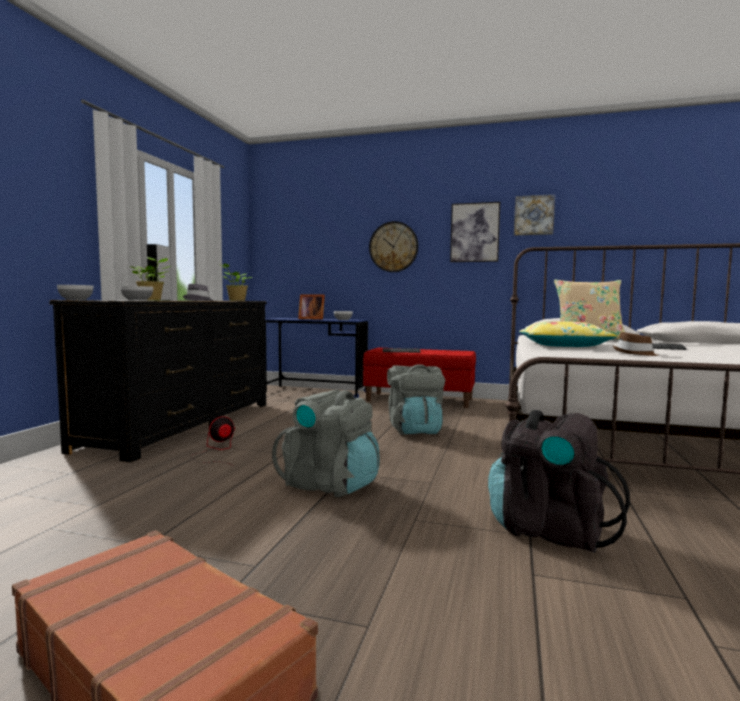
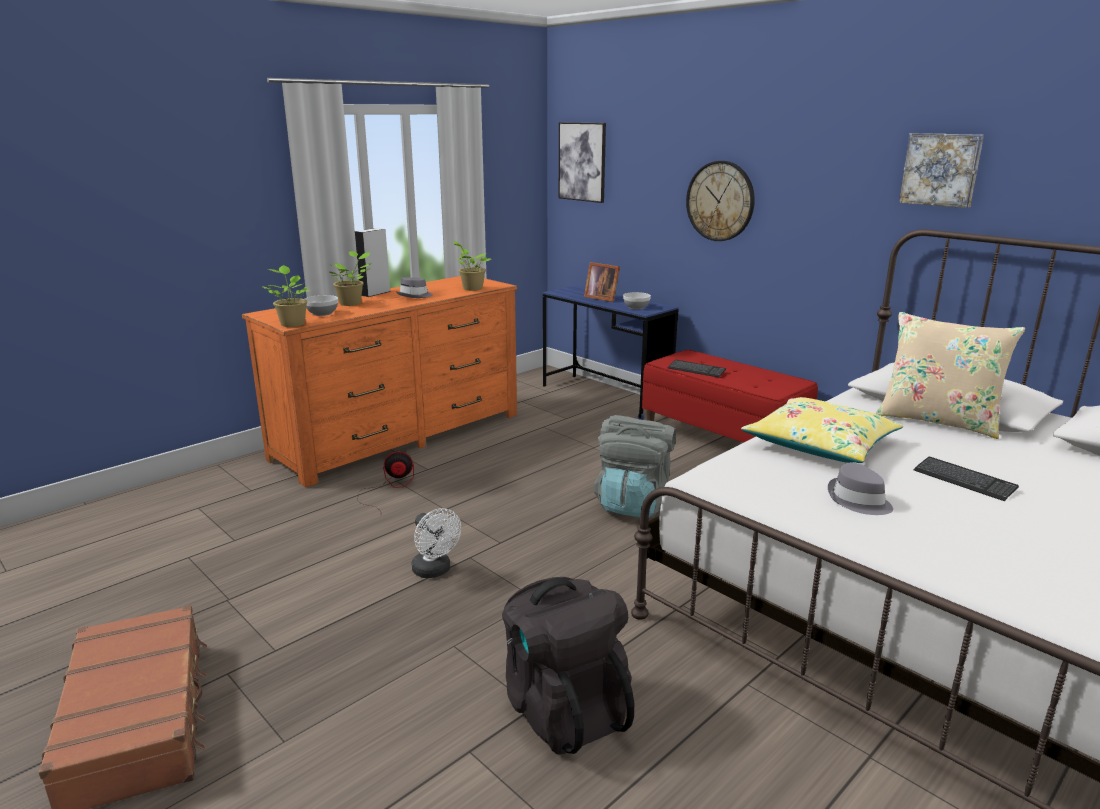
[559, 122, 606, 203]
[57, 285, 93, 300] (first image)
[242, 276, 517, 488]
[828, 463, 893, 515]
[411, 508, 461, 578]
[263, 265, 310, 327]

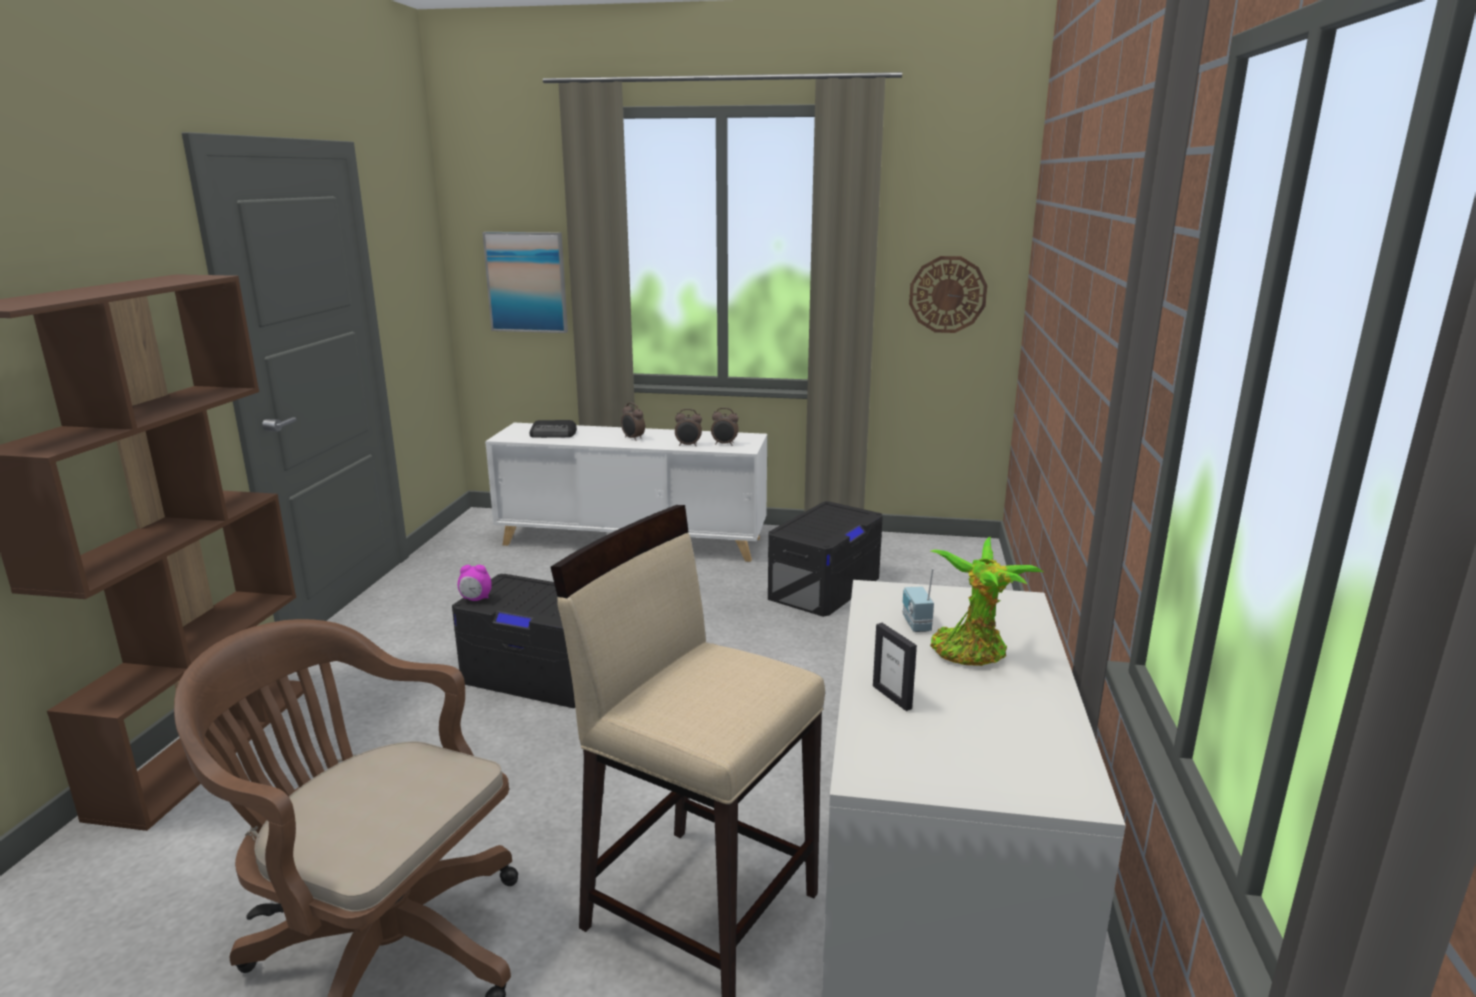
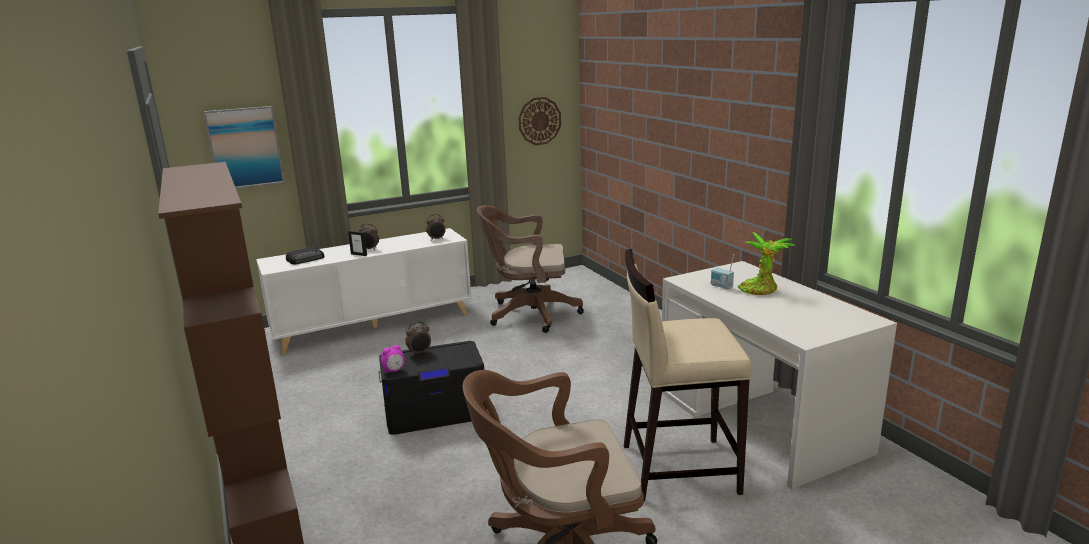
[405, 321, 431, 356]
[477, 205, 584, 333]
[348, 231, 367, 256]

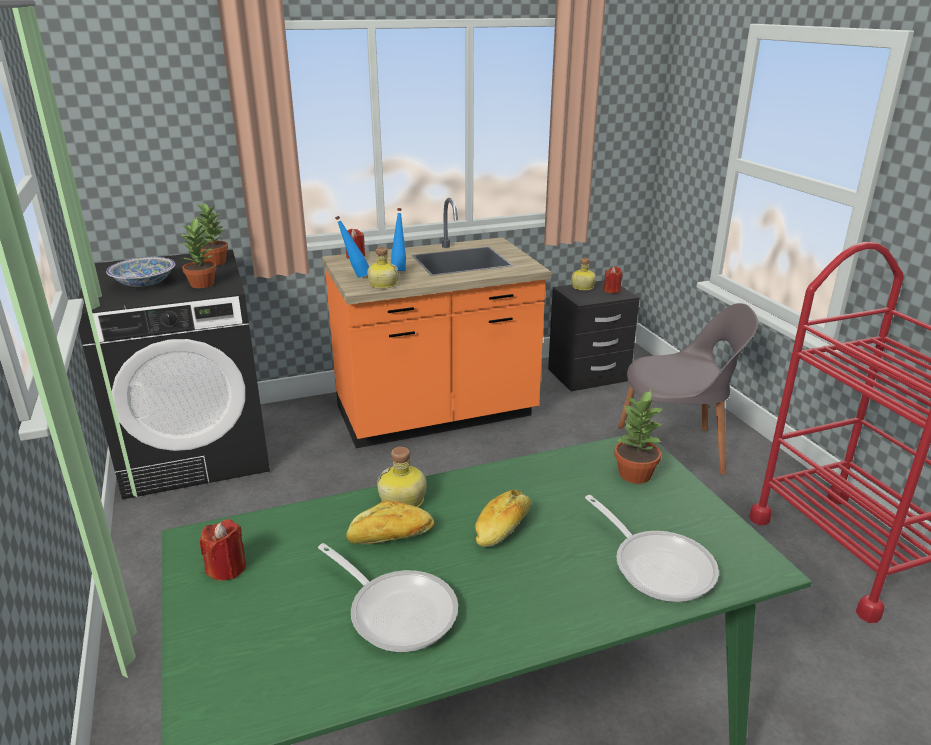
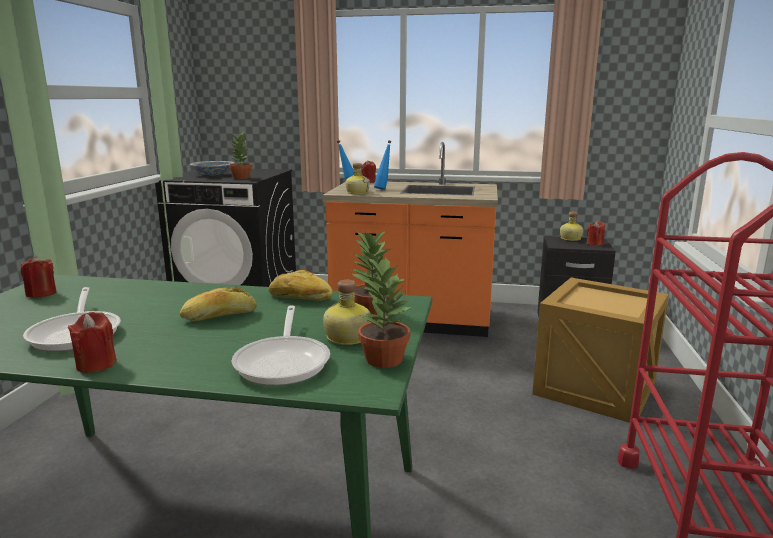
[358, 257, 411, 368]
[532, 278, 669, 423]
[323, 280, 371, 345]
[269, 270, 333, 301]
[68, 312, 117, 373]

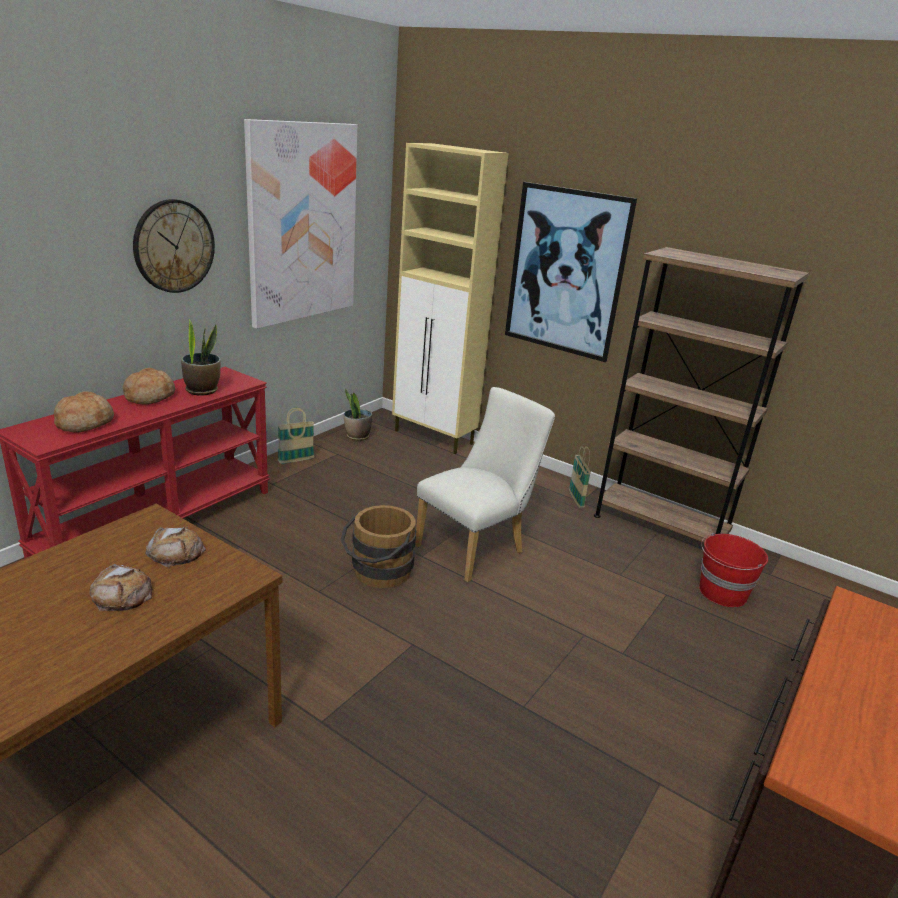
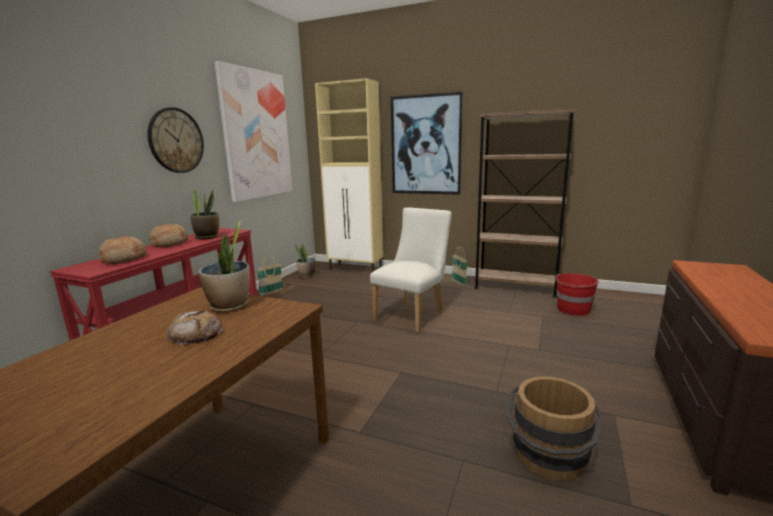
[506, 376, 604, 481]
[199, 220, 250, 313]

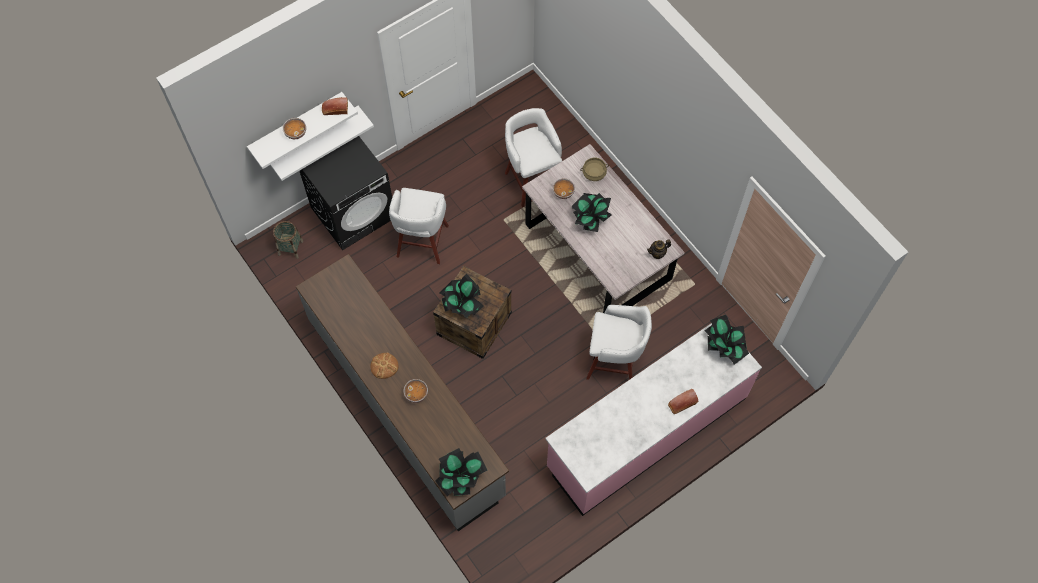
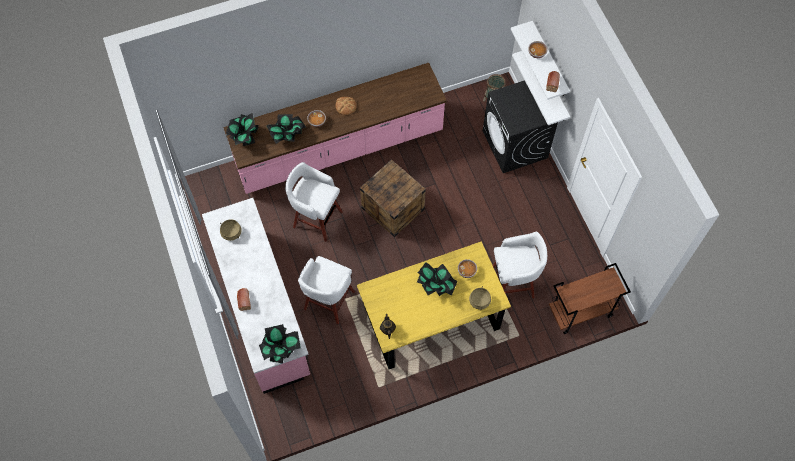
[357, 241, 511, 369]
[285, 162, 343, 242]
[223, 63, 447, 194]
[267, 114, 306, 144]
[220, 219, 242, 241]
[549, 263, 631, 334]

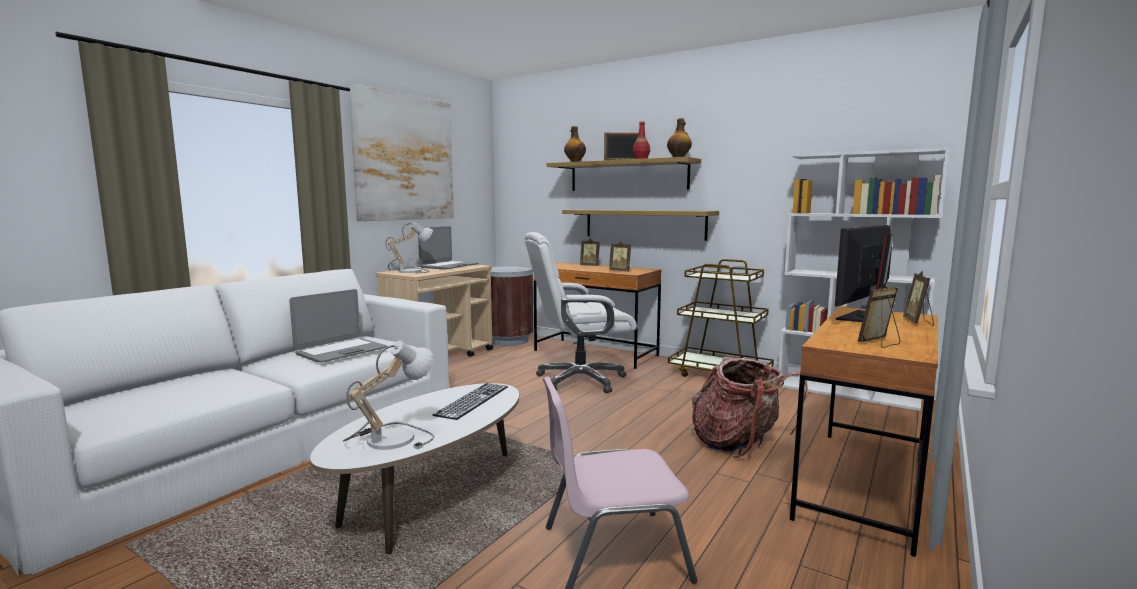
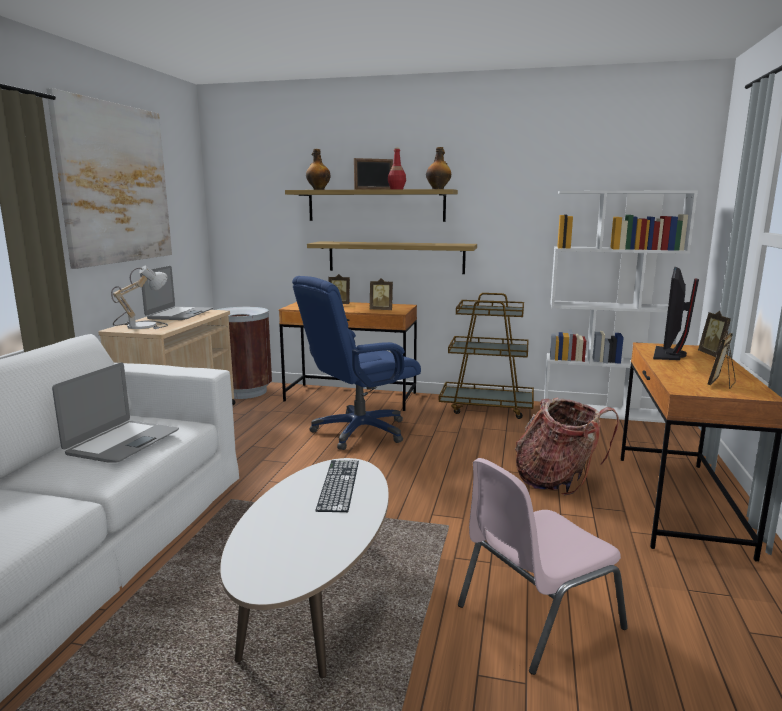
[292, 276, 421, 450]
[343, 340, 434, 450] (first image)

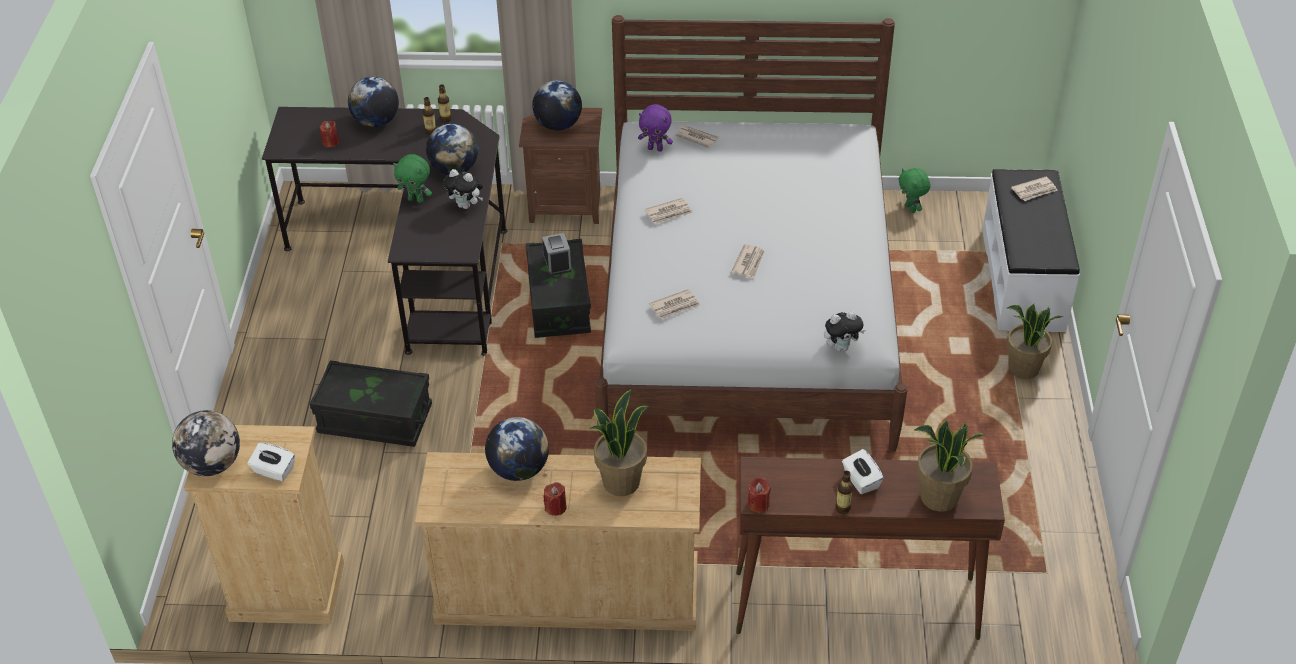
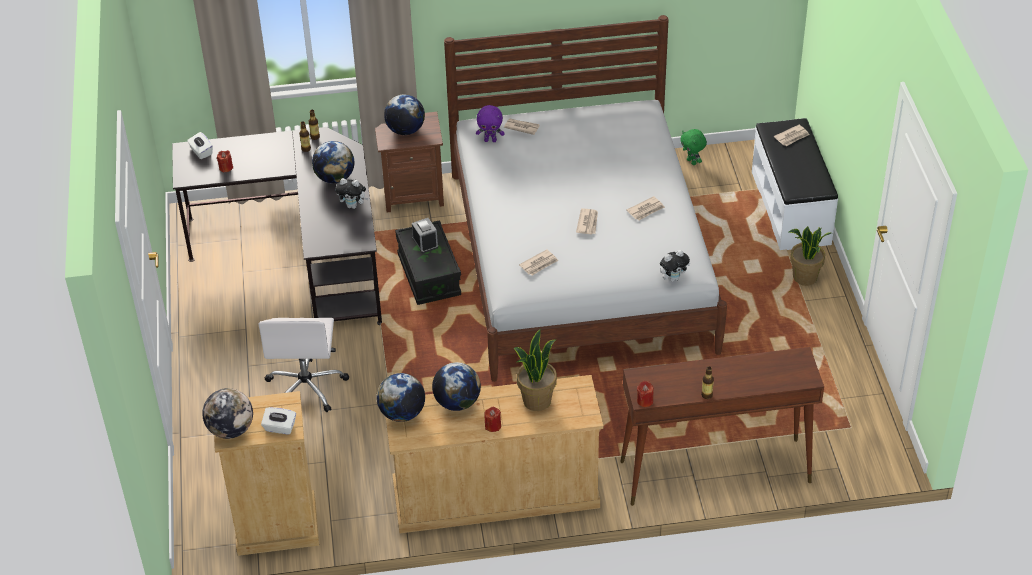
[376, 373, 425, 422]
[393, 154, 432, 203] (first image)
[626, 196, 665, 221]
[258, 318, 349, 412]
[914, 420, 985, 512] (first image)
[187, 132, 213, 159]

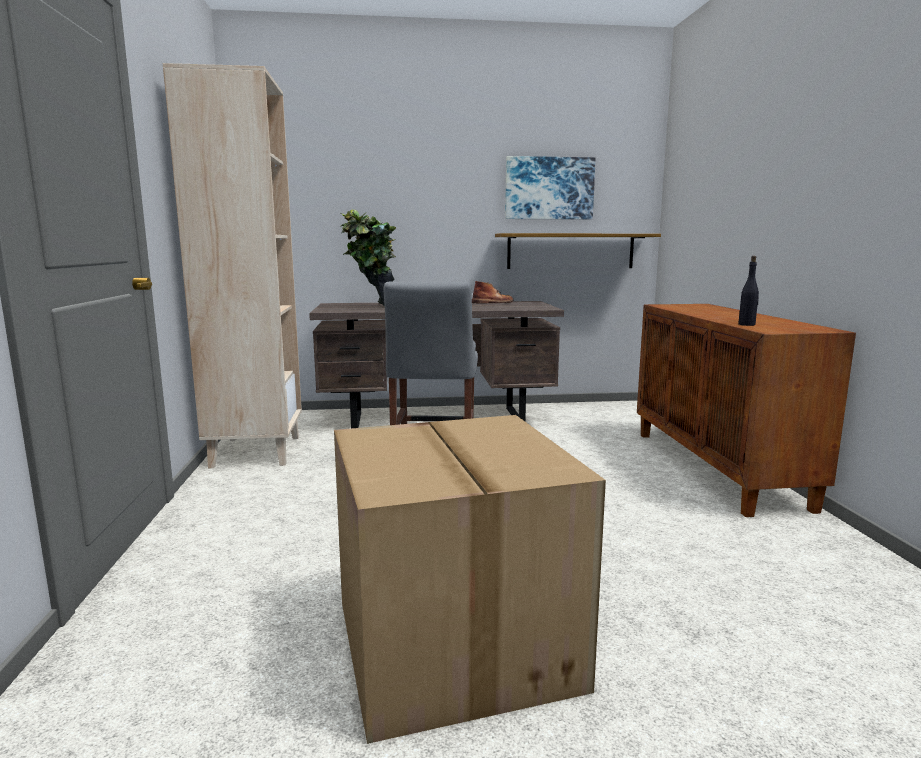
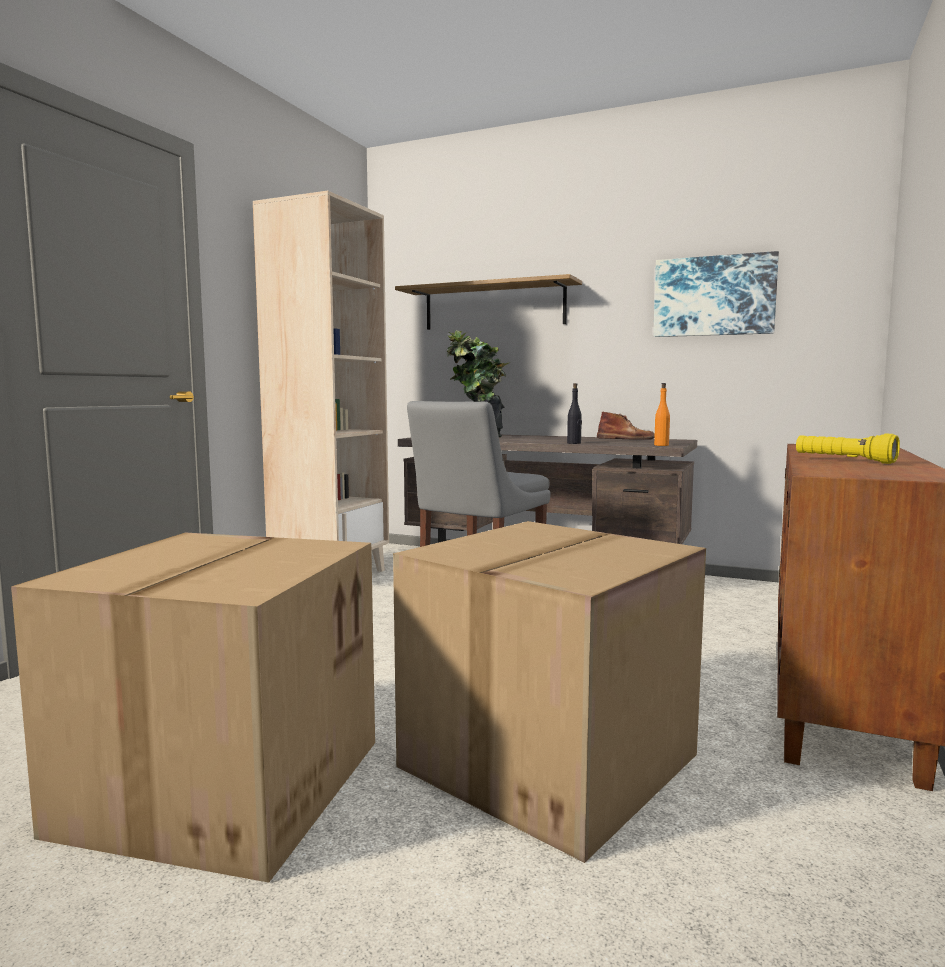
[395, 274, 582, 330]
[567, 383, 582, 444]
[654, 383, 670, 446]
[796, 434, 900, 464]
[393, 521, 706, 863]

